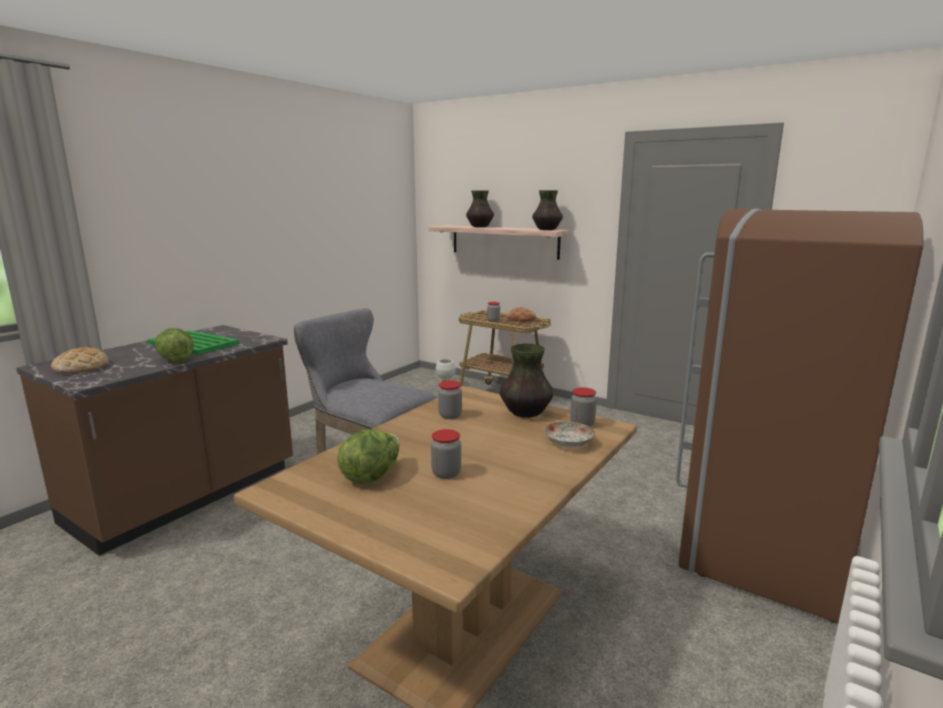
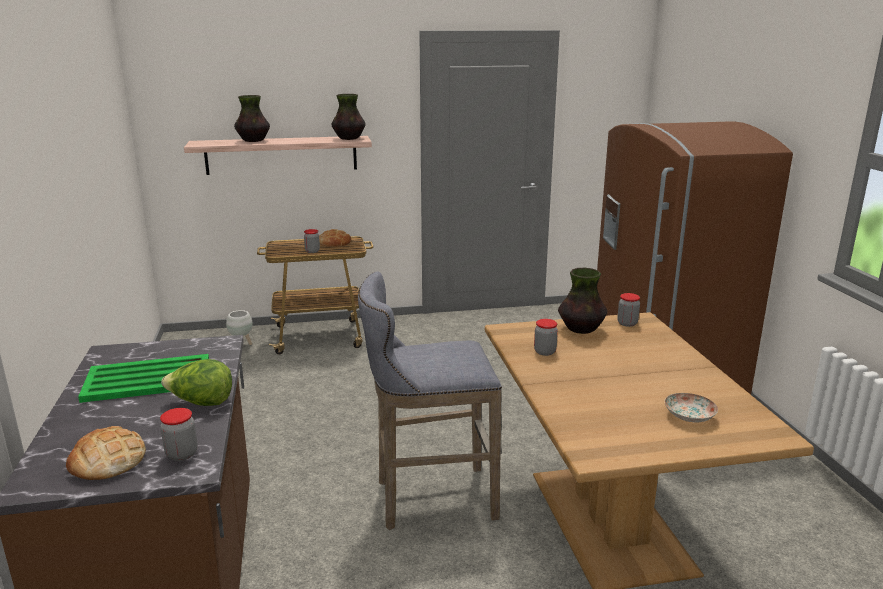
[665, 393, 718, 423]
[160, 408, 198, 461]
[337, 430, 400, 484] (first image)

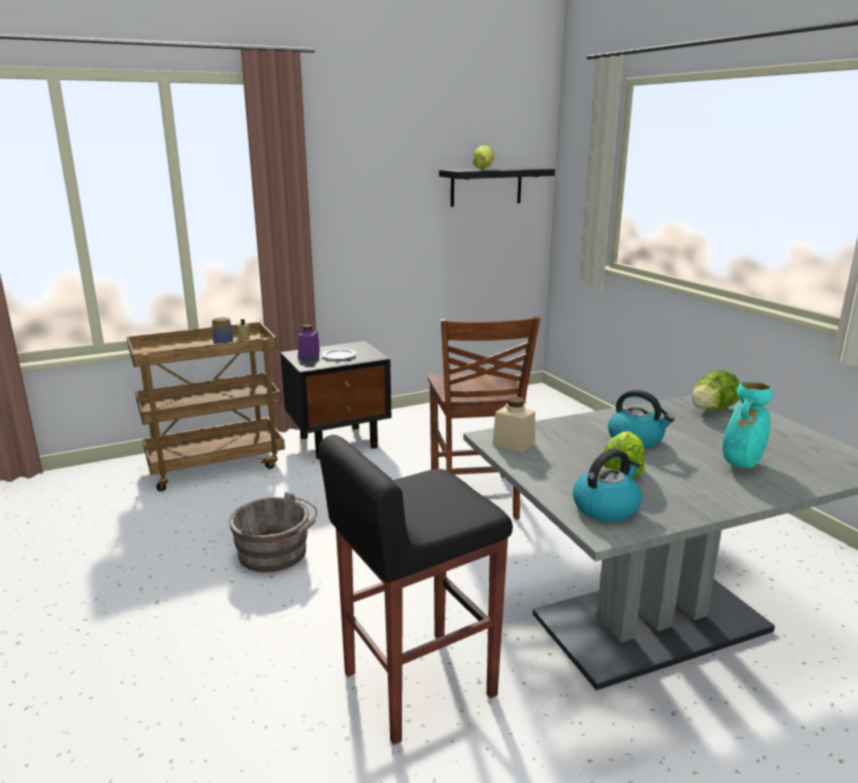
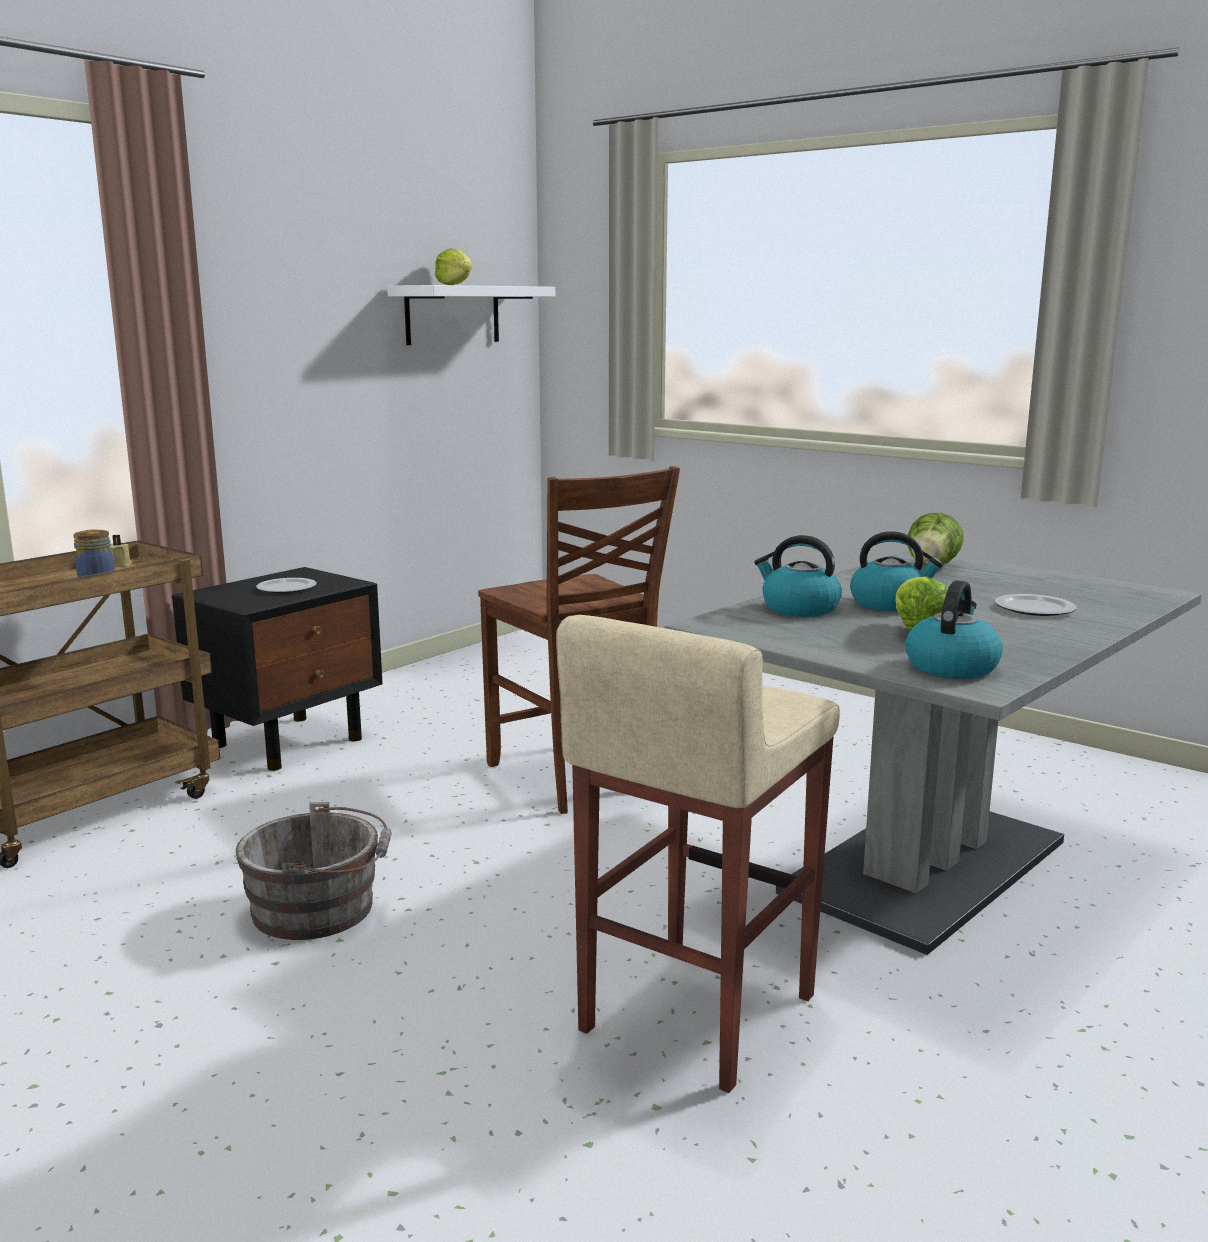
[387, 285, 555, 345]
[298, 324, 320, 357] (first image)
[995, 594, 1077, 616]
[493, 396, 535, 453] (first image)
[556, 615, 840, 1093]
[754, 535, 842, 617]

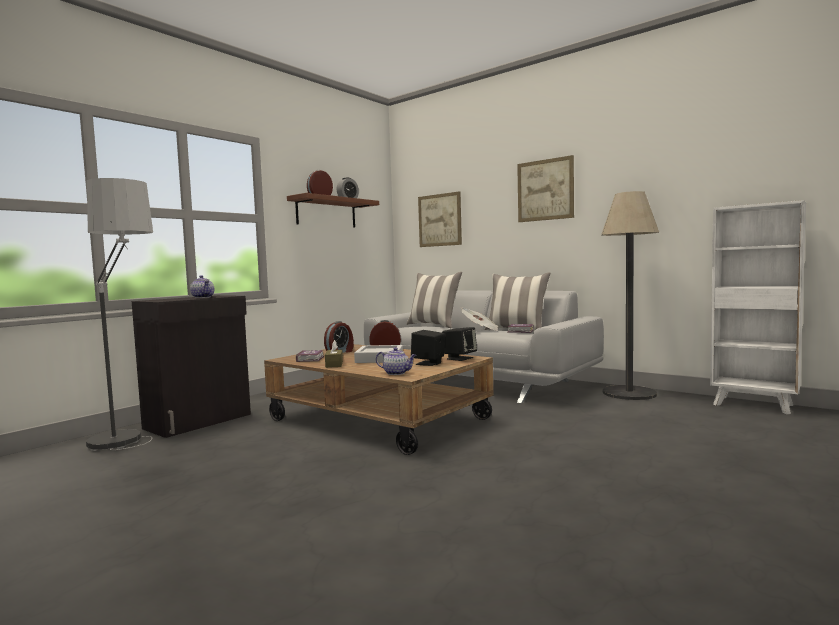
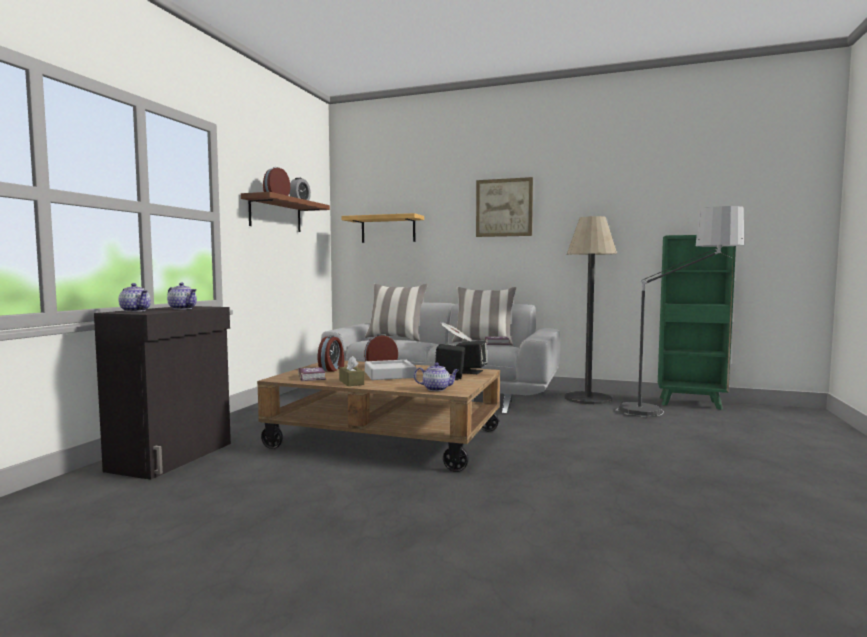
[615, 206, 744, 417]
[341, 213, 424, 243]
[658, 235, 736, 410]
[119, 283, 151, 312]

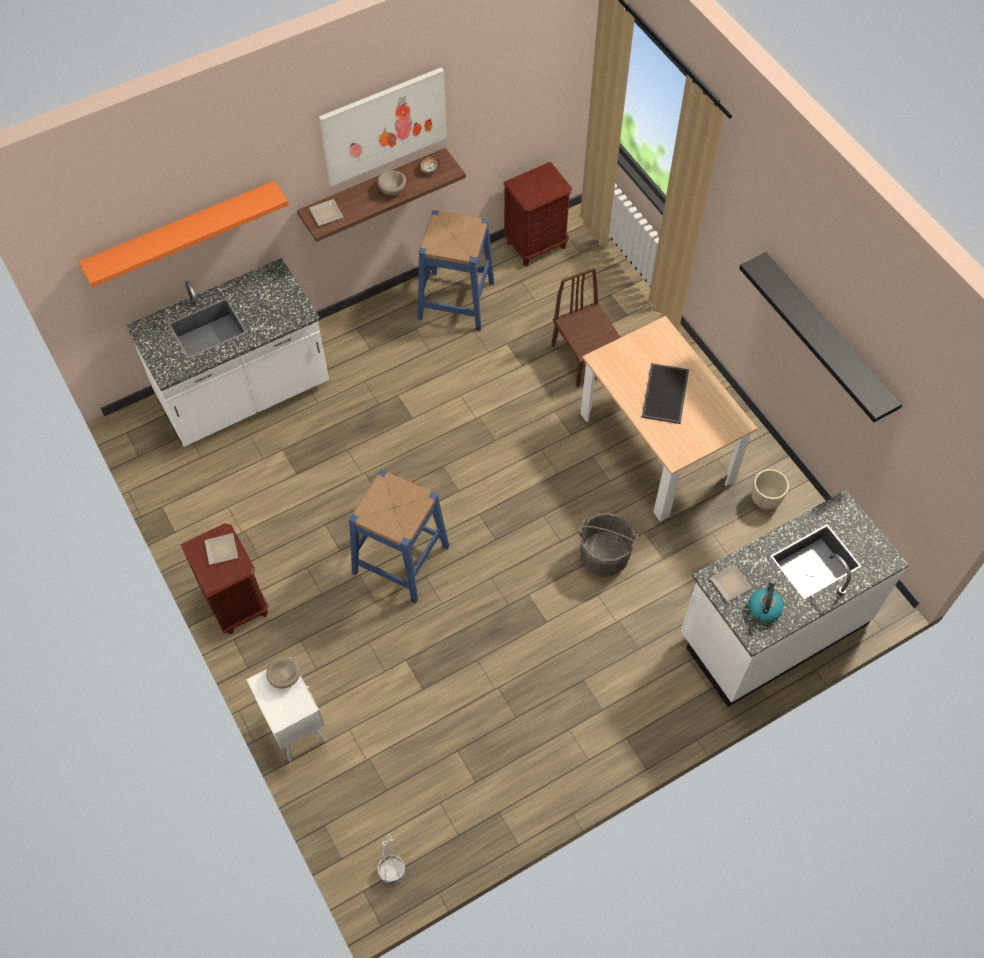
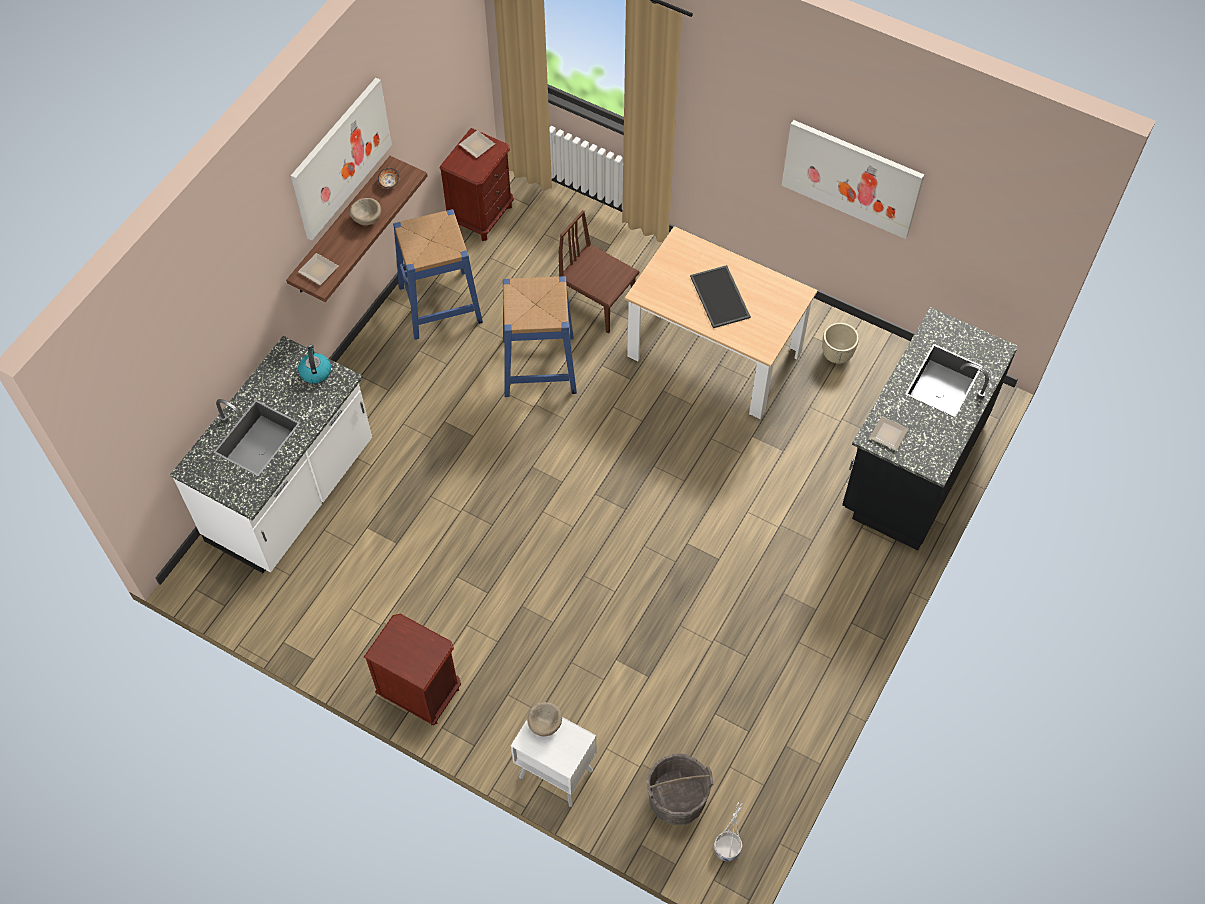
[79, 181, 289, 288] (first image)
[781, 120, 924, 239]
[503, 276, 577, 397]
[842, 307, 1018, 550]
[646, 753, 713, 825]
[459, 130, 495, 158]
[298, 345, 331, 384]

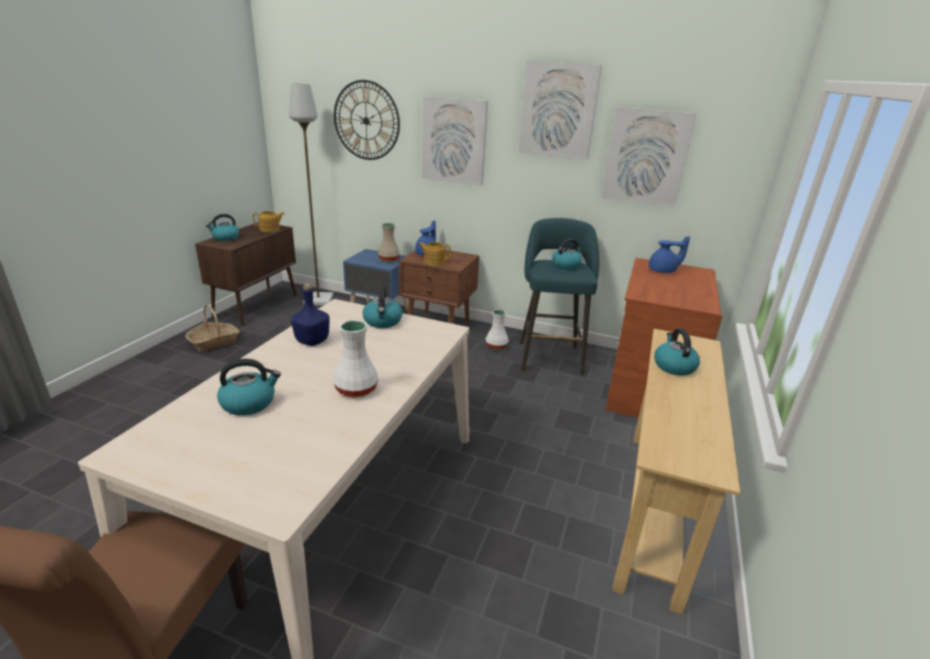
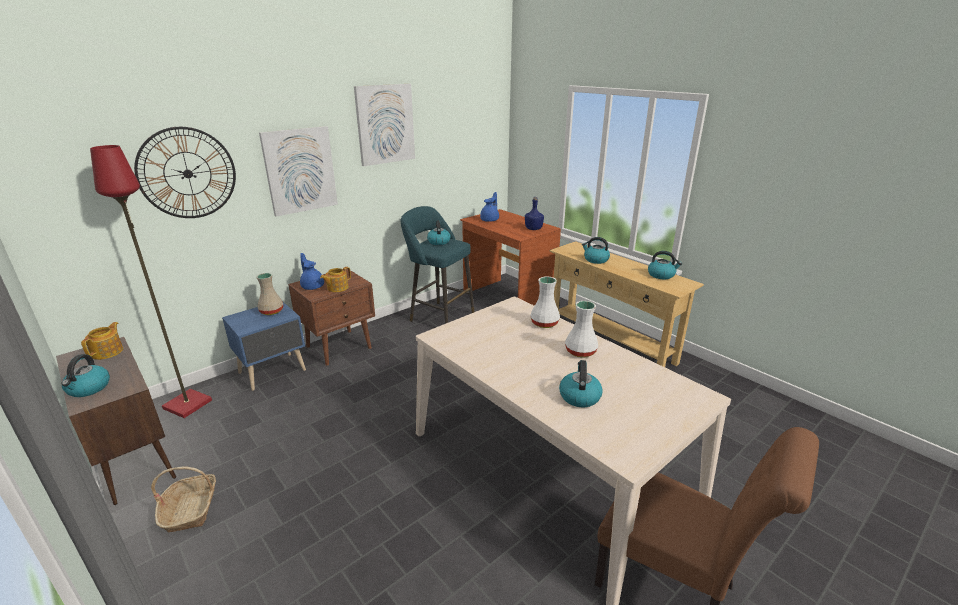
[90, 145, 212, 418]
[601, 107, 696, 207] (first image)
[525, 197, 544, 230]
[648, 251, 682, 279]
[530, 276, 560, 328]

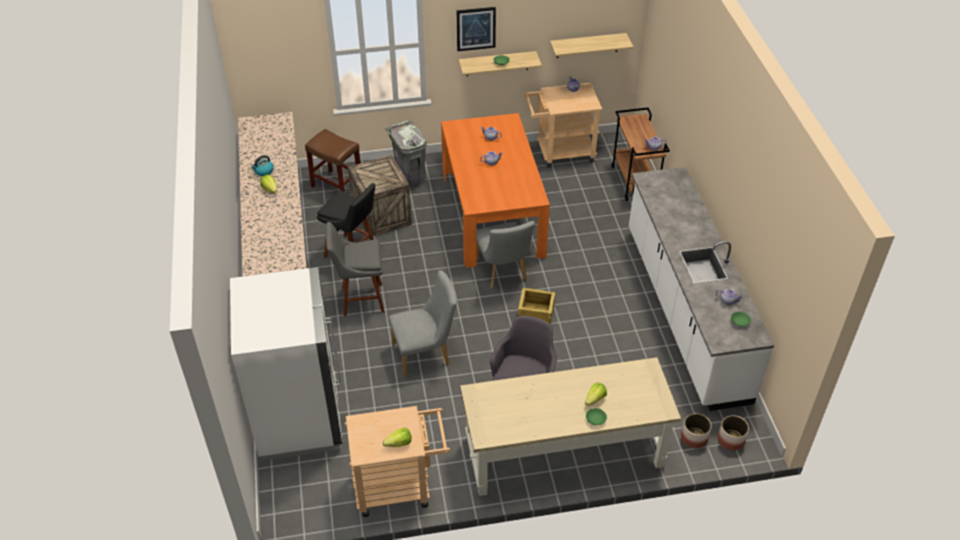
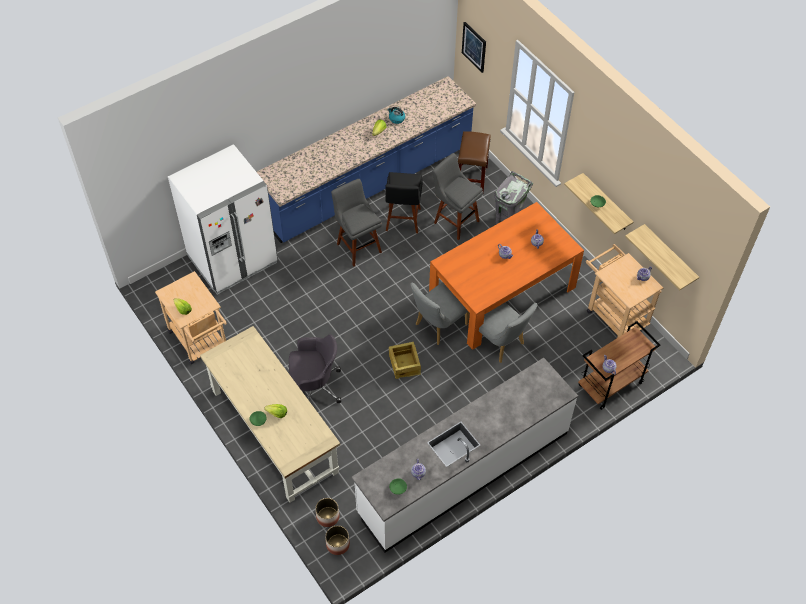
[462, 22, 486, 73]
[433, 153, 483, 240]
[479, 302, 537, 363]

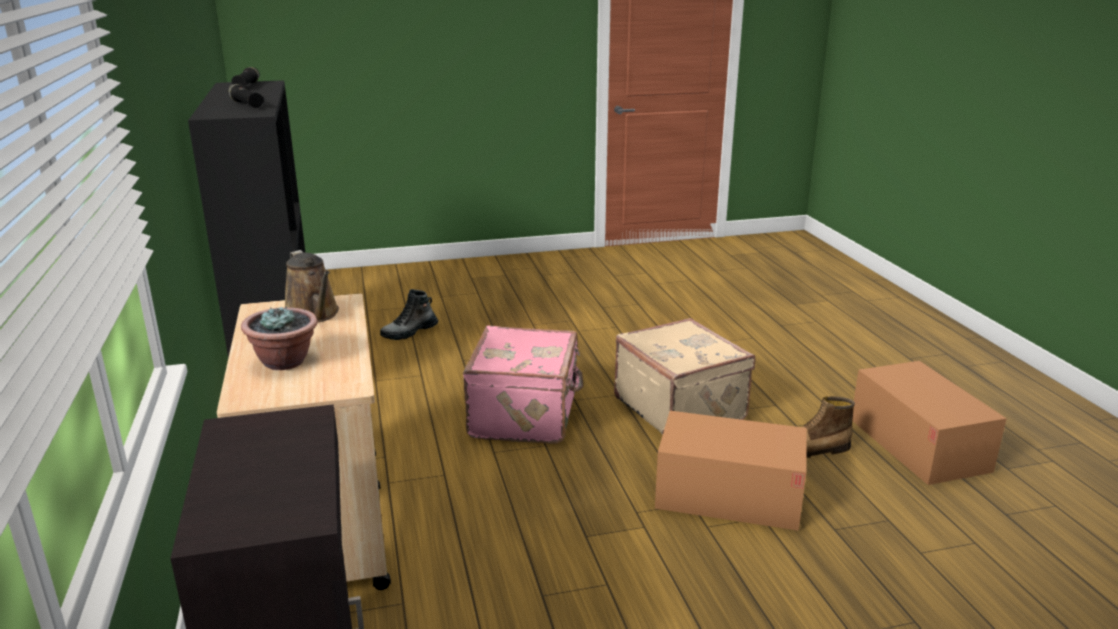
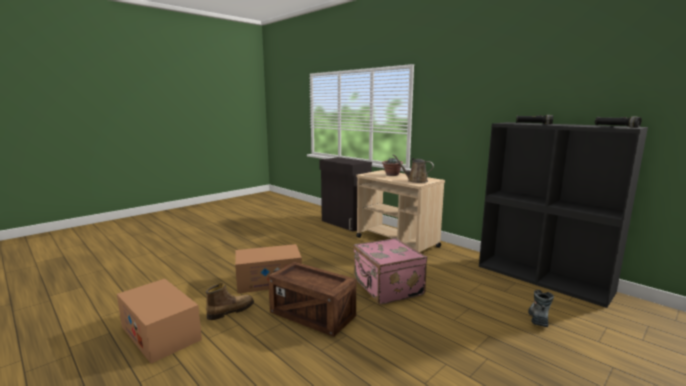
[268, 262, 356, 337]

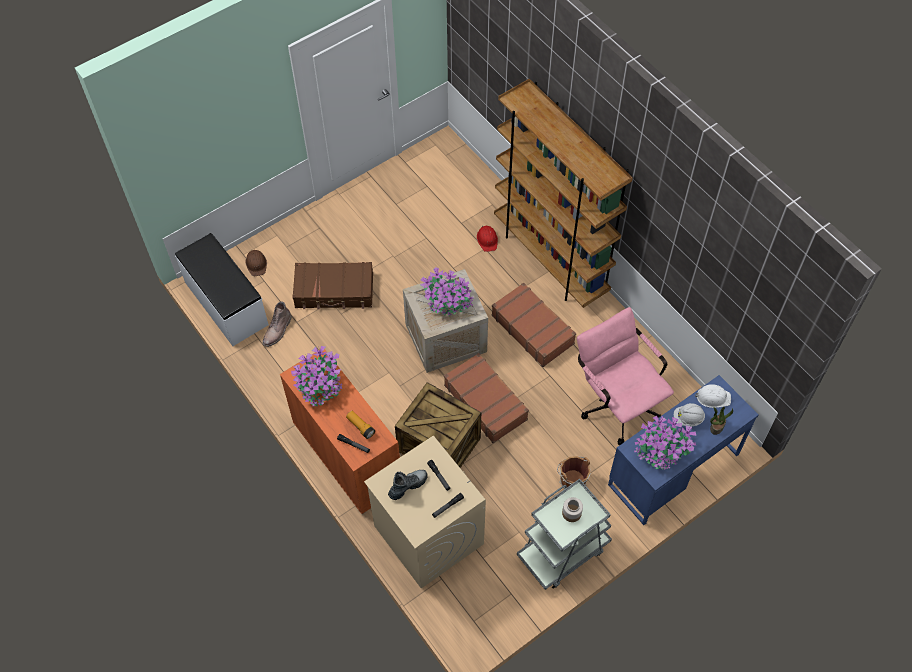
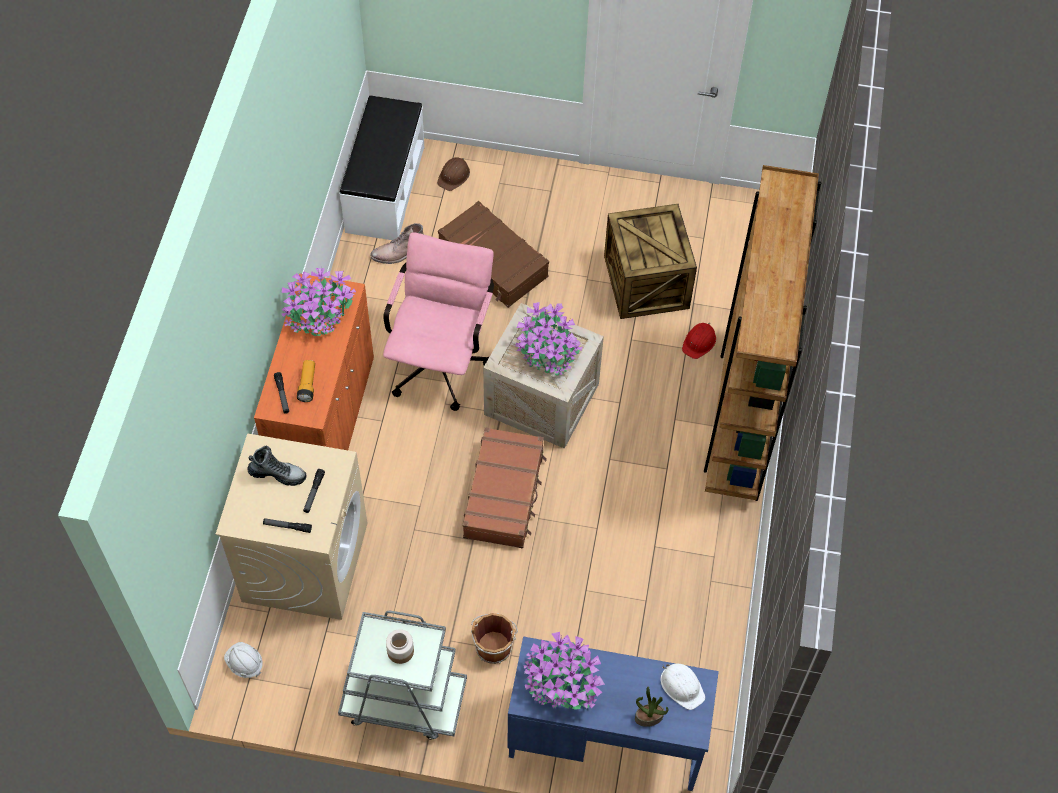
[492, 283, 576, 367] (first image)
[383, 232, 494, 411]
[604, 204, 697, 319]
[224, 642, 263, 678]

